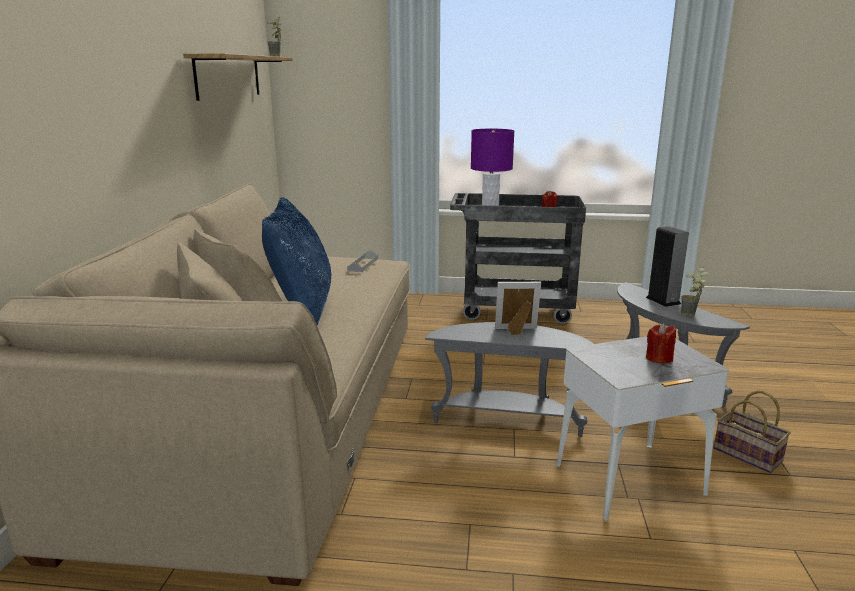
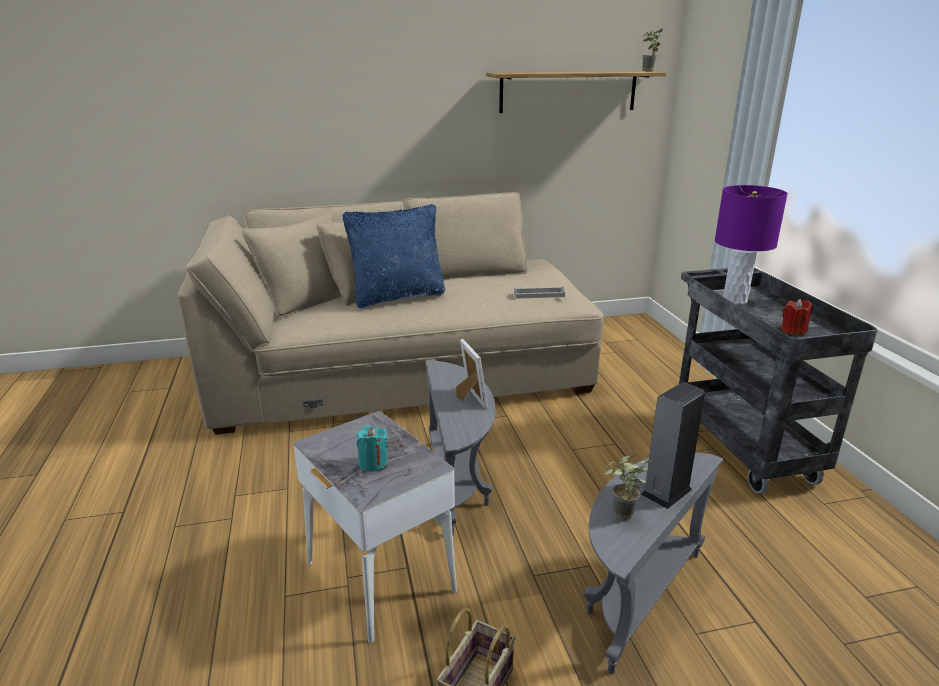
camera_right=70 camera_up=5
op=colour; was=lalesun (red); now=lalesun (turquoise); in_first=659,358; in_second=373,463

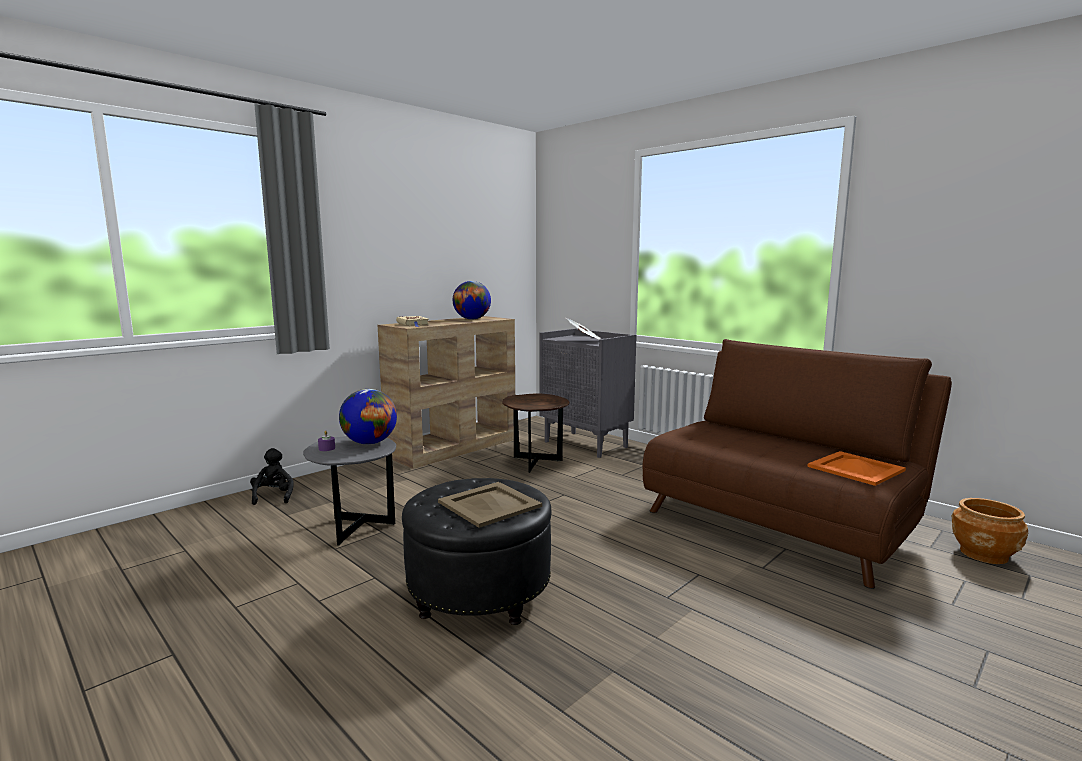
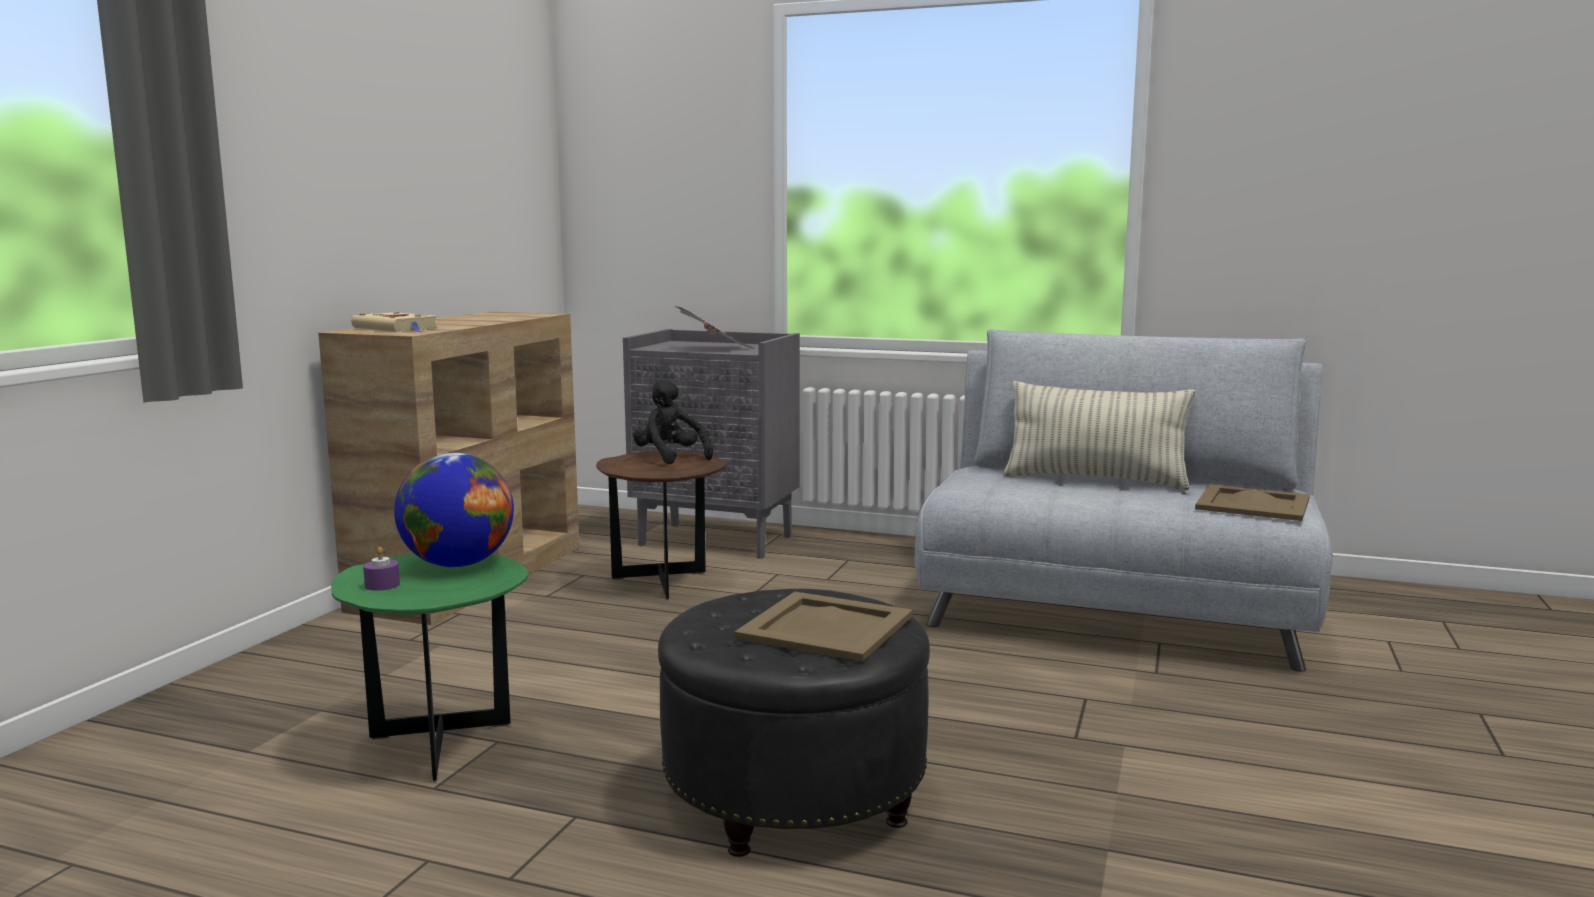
camera_right=-25 camera_up=0
op=relocated; was=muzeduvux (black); in_first=273,496; in_second=670,458
op=colour; was=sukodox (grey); now=sukodox (green); in_first=356,530; in_second=441,749
op=missing; was=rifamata; in_first=472,319
op=colour; was=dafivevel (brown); now=dafivevel (grey); in_first=779,520; in_second=1115,606
op=colour; was=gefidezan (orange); now=gefidezan (beige); in_first=855,468; in_second=1252,503
op=missing; was=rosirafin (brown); in_first=984,554
op=appeared; now=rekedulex; in_second=1095,481

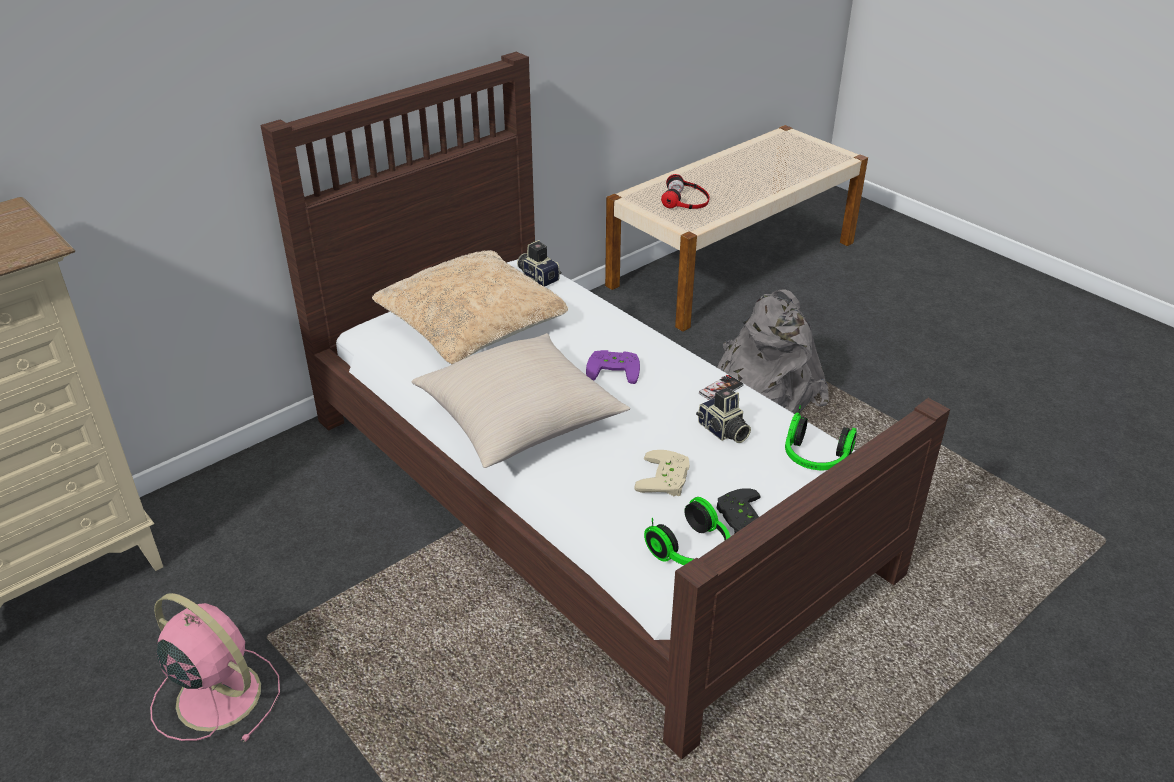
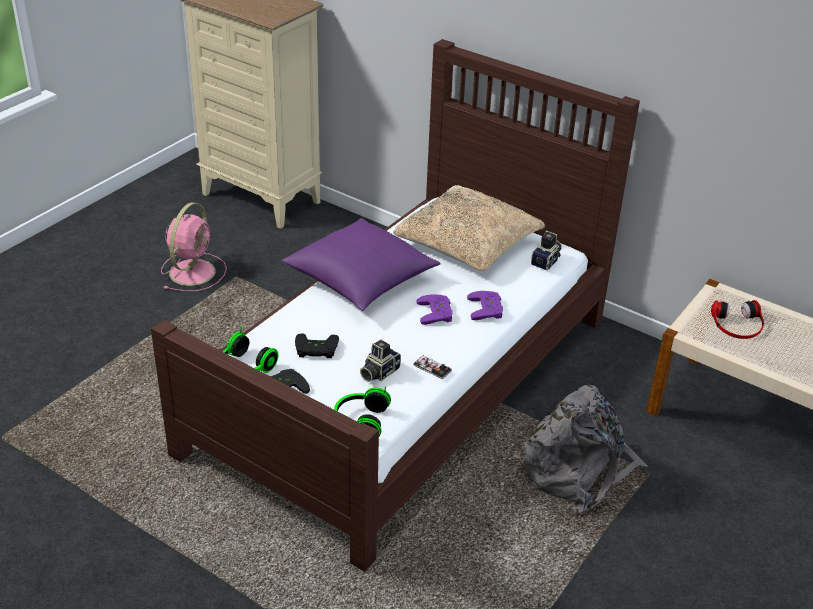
camera_right=75 camera_up=0
op=colour; was=rekedulex (beige); now=rekedulex (purple); in_first=519,419; in_second=361,279
op=colour; was=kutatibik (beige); now=kutatibik (black); in_first=667,479; in_second=316,350
op=appeared; now=kutatibik (purple); in_second=488,309

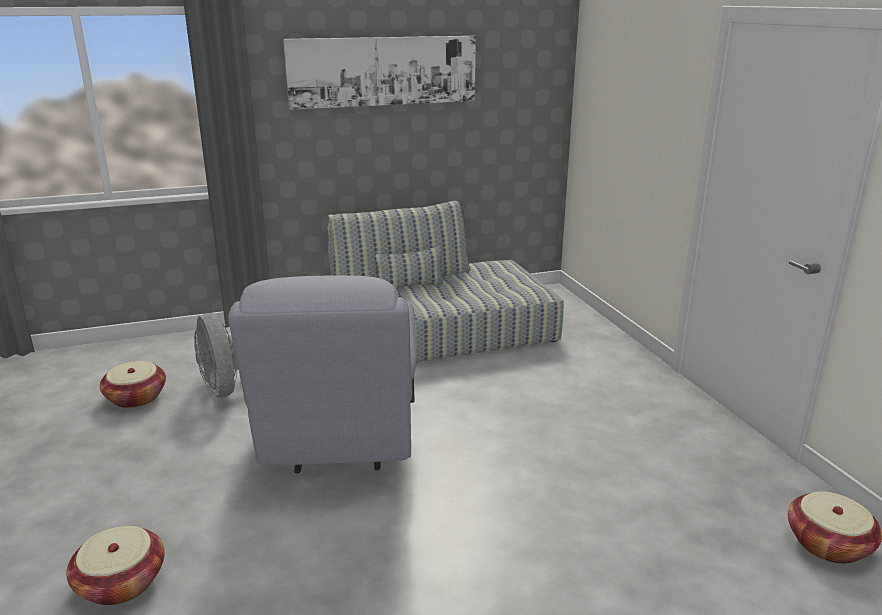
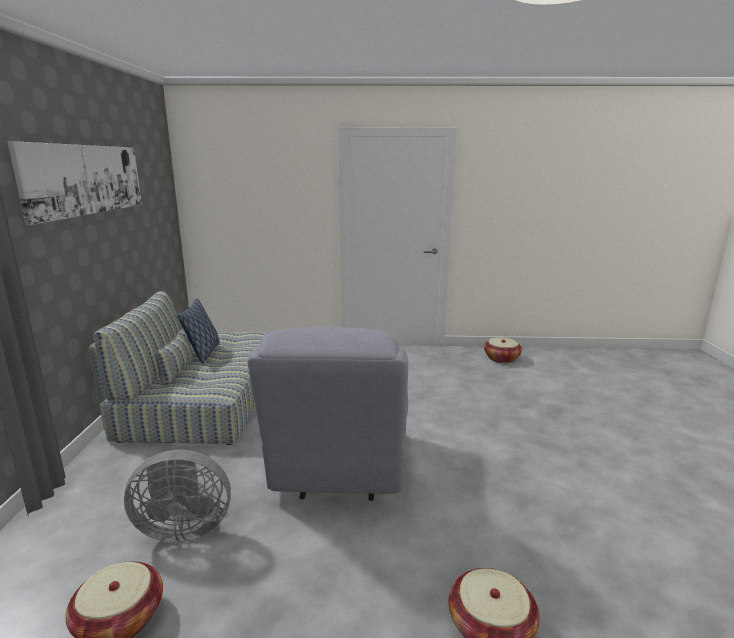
camera_right=-70 camera_up=-5
op=spun; was=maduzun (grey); in_first=339,442; in_second=338,471; clockwise=75
op=appeared; now=rekedulex; in_second=203,354

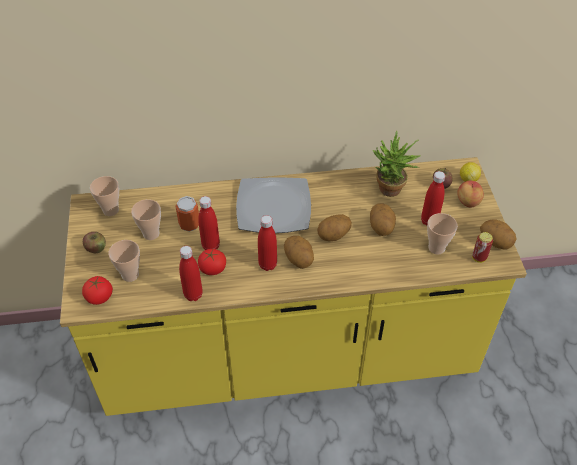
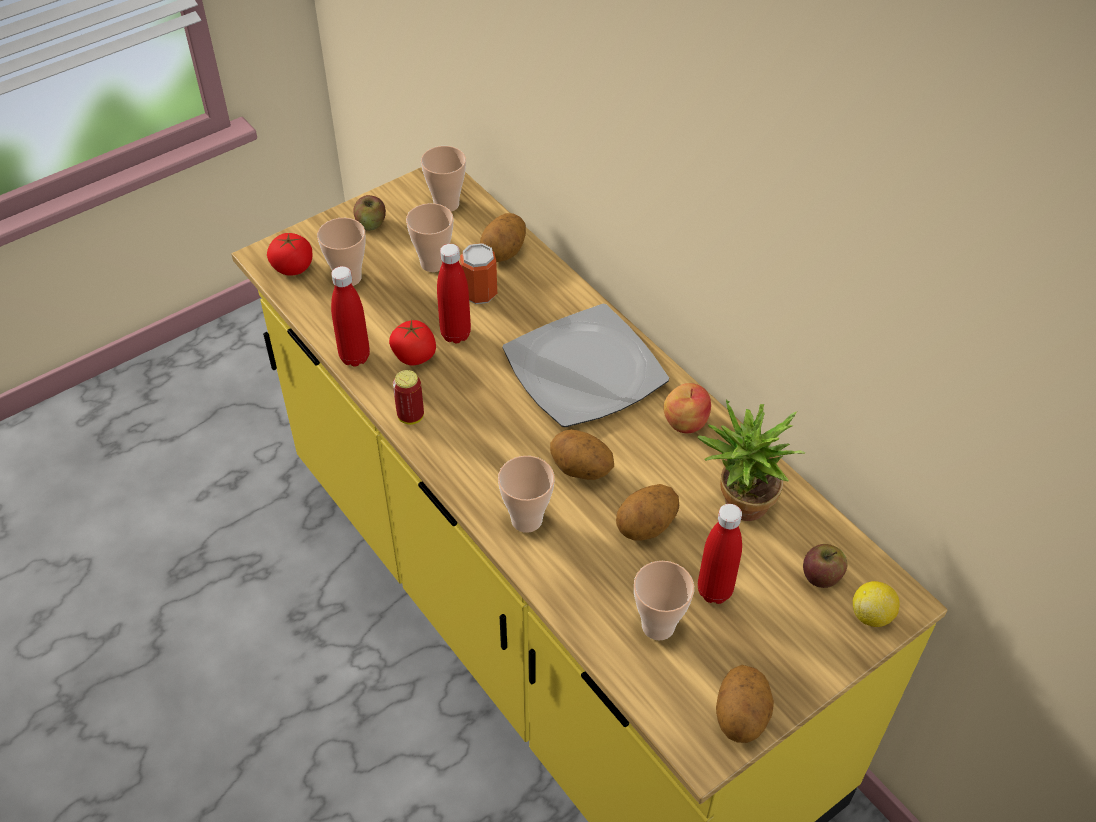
camera_right=60 camera_up=0
op=missing; was=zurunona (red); in_first=267,265
op=relocated; was=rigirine; in_first=299,259; in_second=504,253
op=relocated; was=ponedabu; in_first=467,202; in_second=685,422
op=relocated; was=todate; in_first=479,258; in_second=410,416
op=appeared; now=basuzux; in_second=526,520

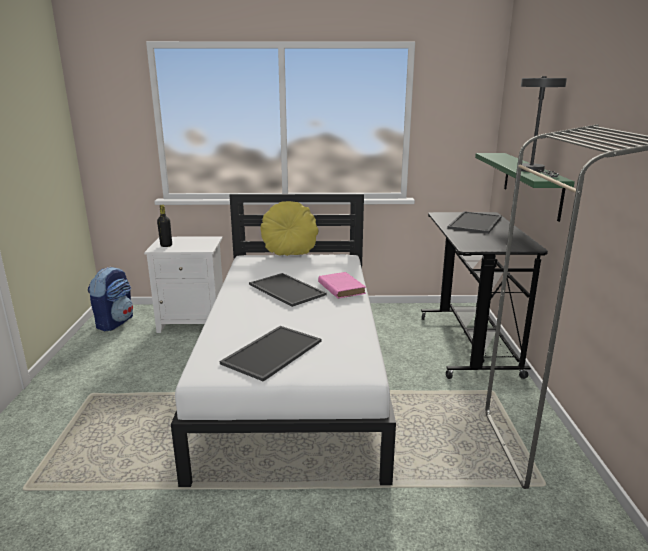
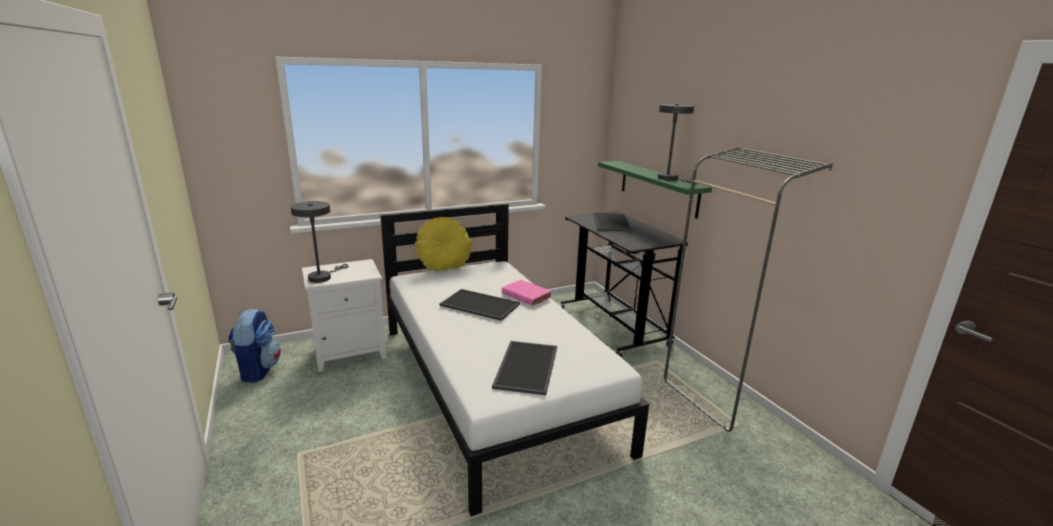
camera_right=-25 camera_up=0
op=exchanged; was=zurunona (black); now=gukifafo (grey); in_first=166,245; in_second=322,277

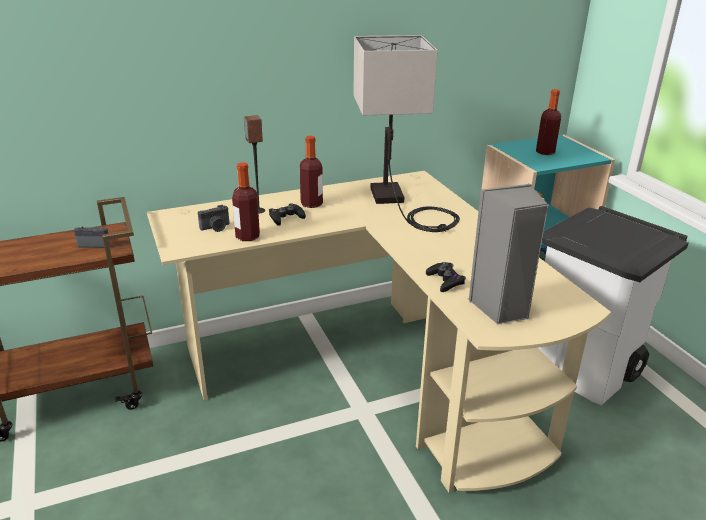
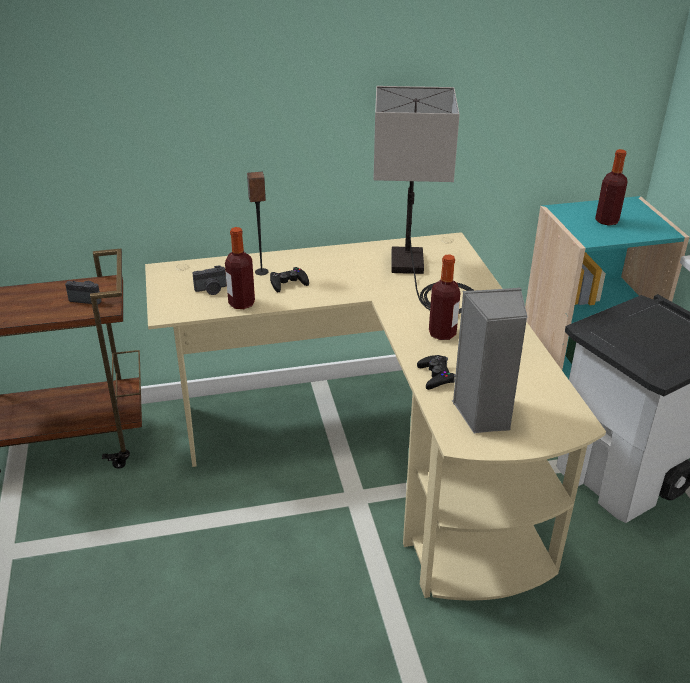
camera_right=10 camera_up=5
op=relocated; was=zurunona; in_first=311,204; in_second=442,333

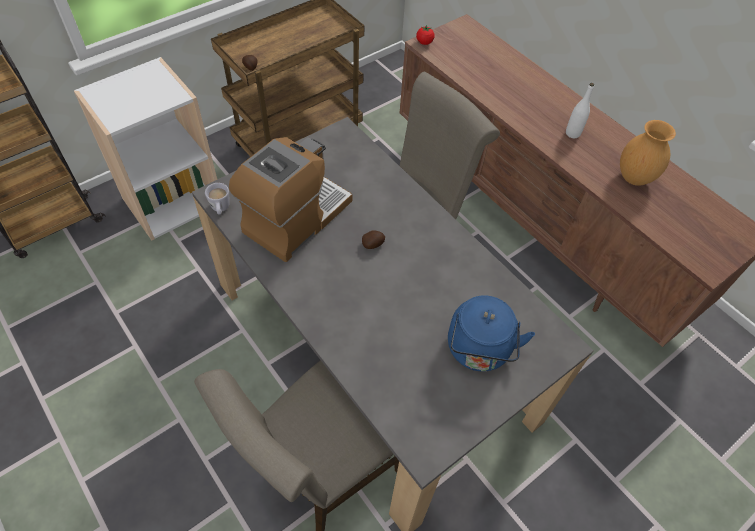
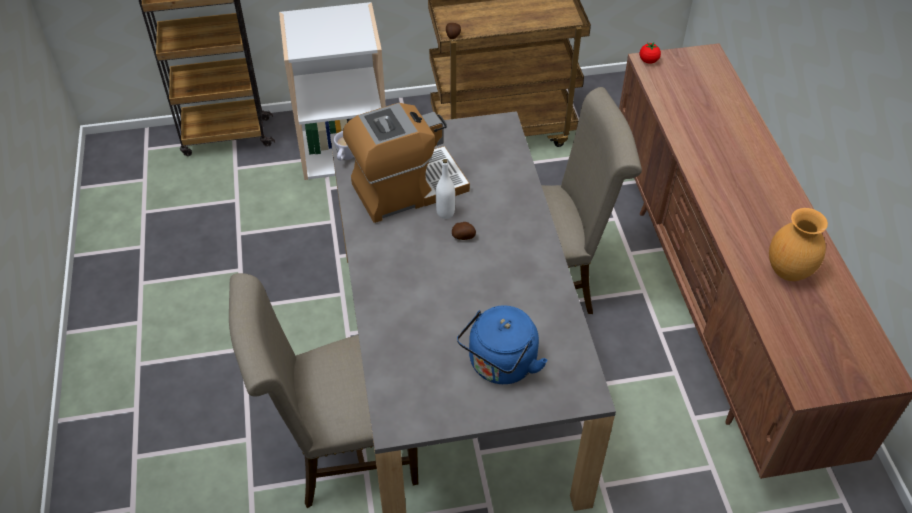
camera_right=30 camera_up=-5
op=relocated; was=zurunona (white); in_first=572,133; in_second=445,212

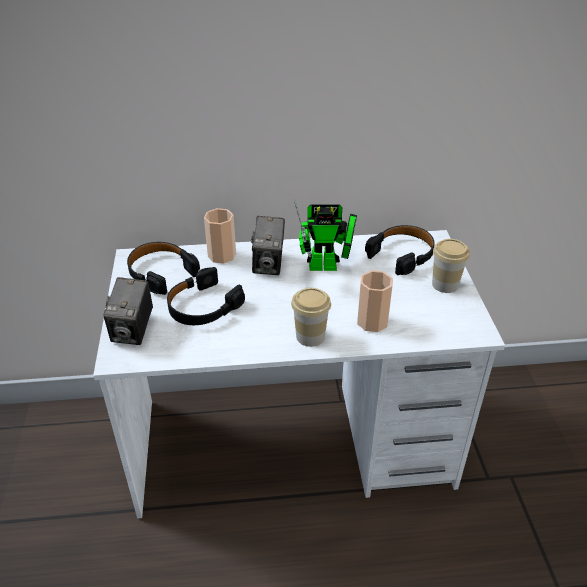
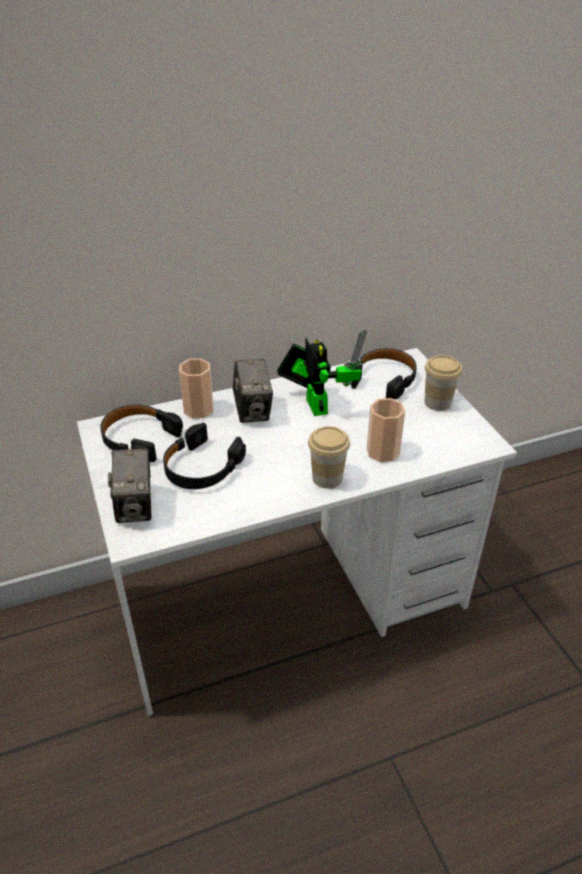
camera_right=-15 camera_up=0
op=spun; was=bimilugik; in_first=328,266; in_second=315,403; clockwise=-90

